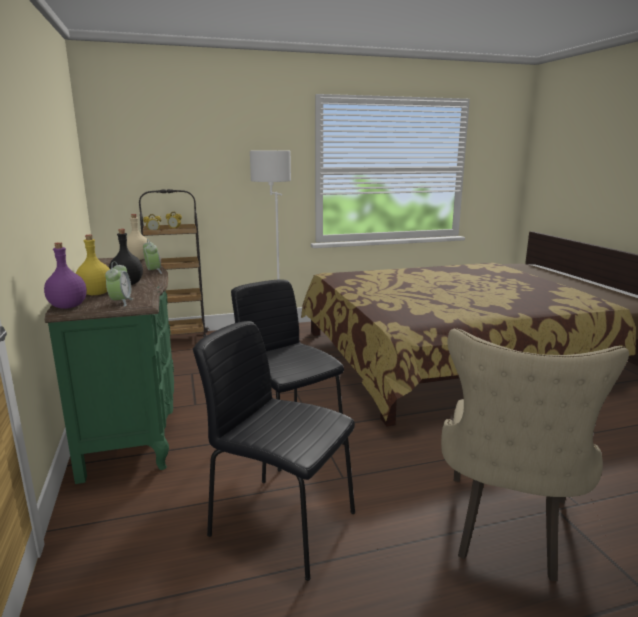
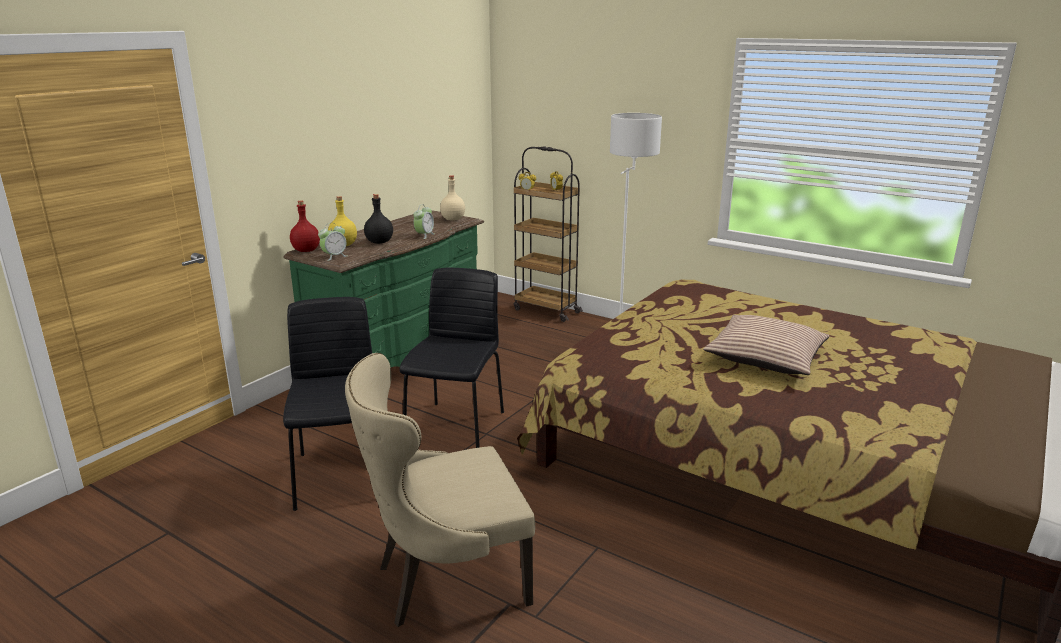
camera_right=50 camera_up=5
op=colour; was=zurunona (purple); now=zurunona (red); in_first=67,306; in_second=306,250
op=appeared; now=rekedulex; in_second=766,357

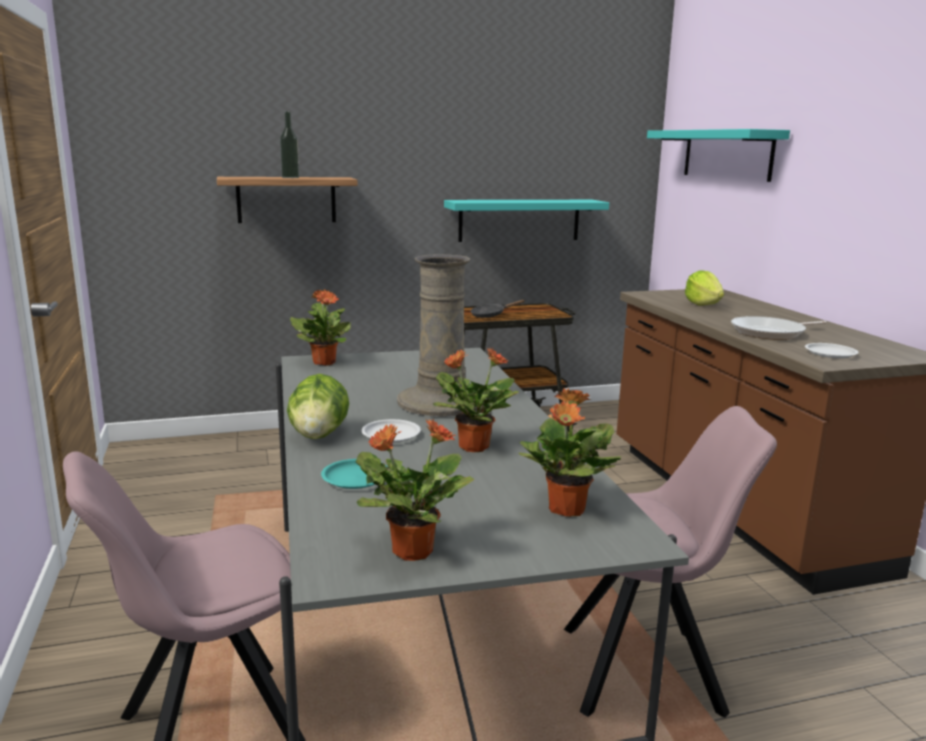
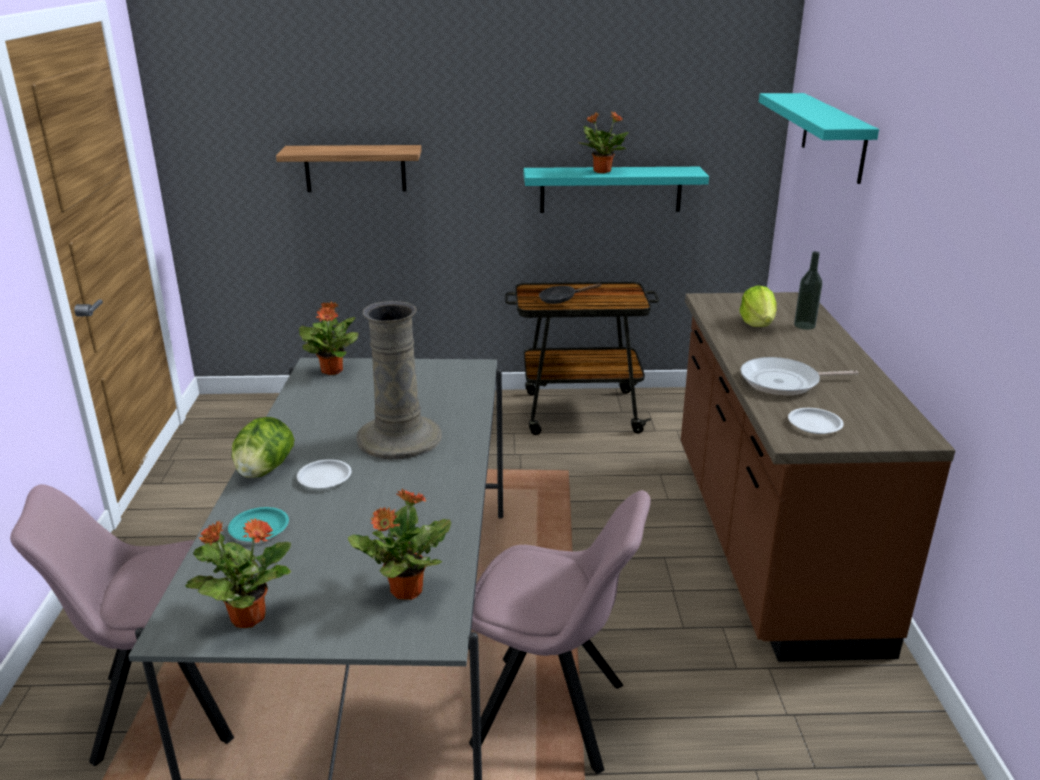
camera_right=15 camera_up=10
op=relocated; was=zurunona; in_first=290,177; in_second=804,325
op=relocated; was=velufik; in_first=472,446; in_second=601,171

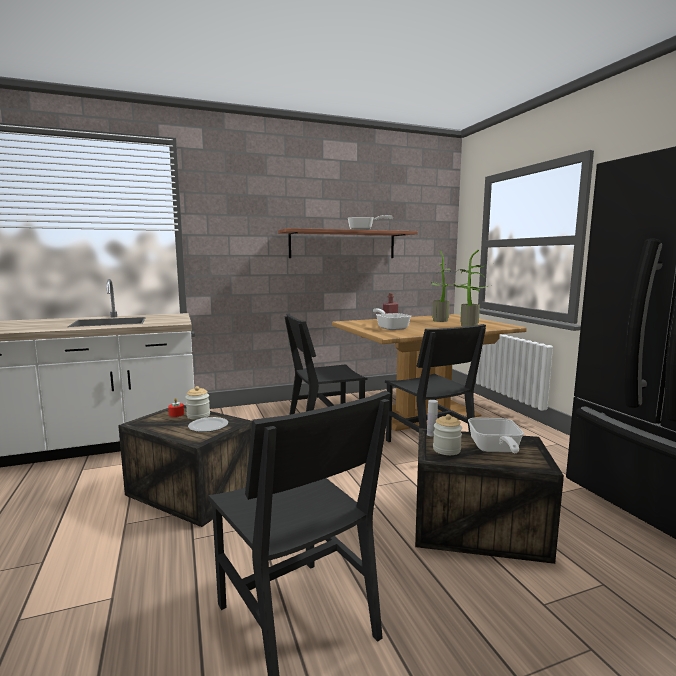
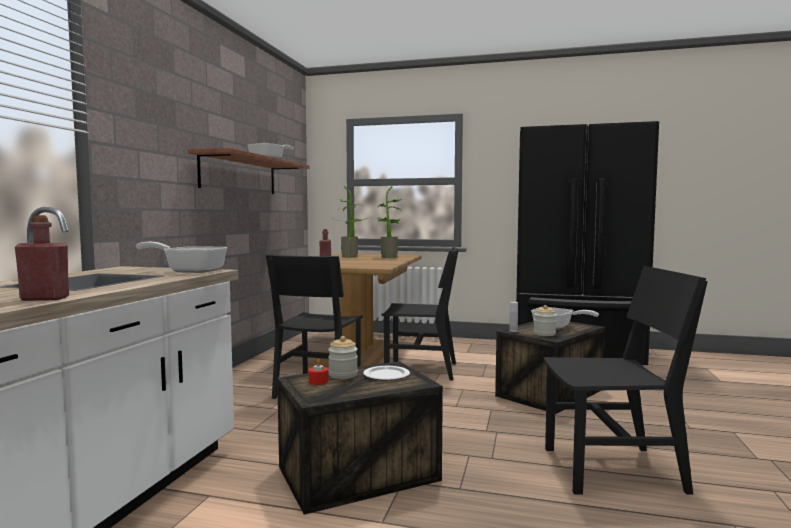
camera_right=-55 camera_up=-5
op=relocated; was=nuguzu; in_first=391,328; in_second=190,271
op=appeared; now=zurunona (red); in_second=45,299

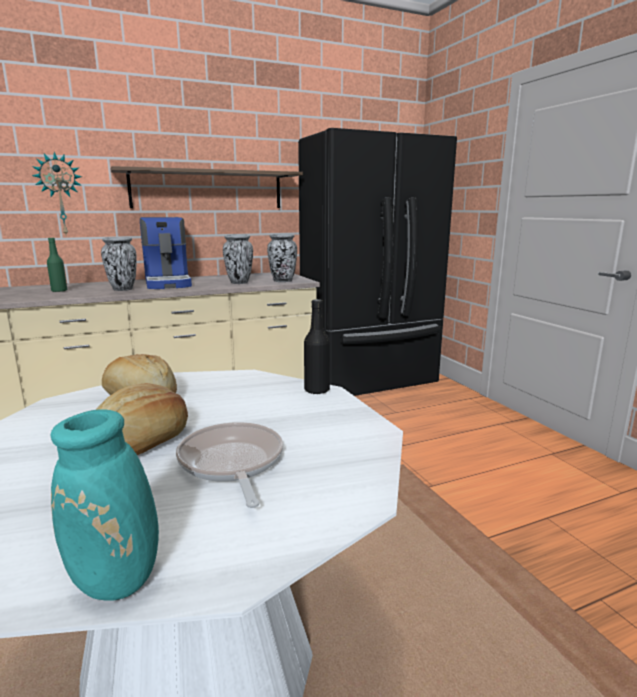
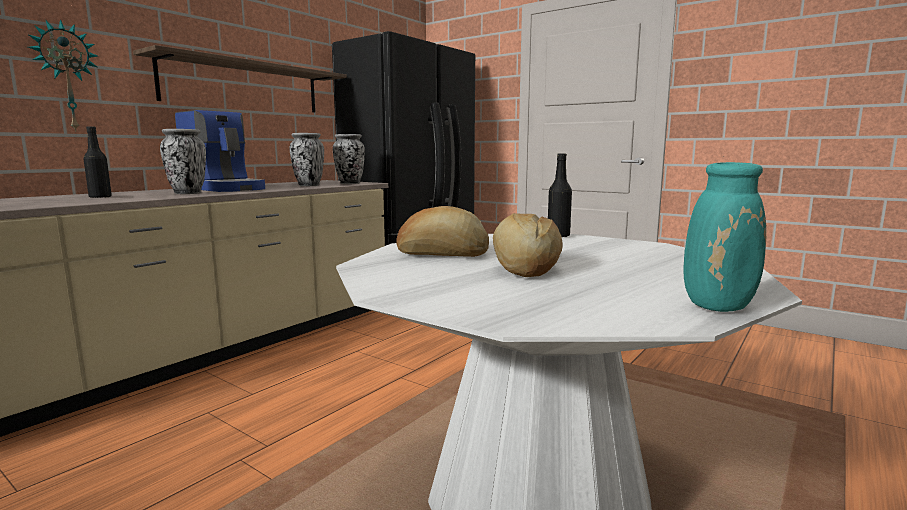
camera_right=-30 camera_up=-5
op=colour; was=zurunona (green); now=zurunona (black); in_first=59,291; in_second=100,197
op=missing; was=nuguzu; in_first=232,463

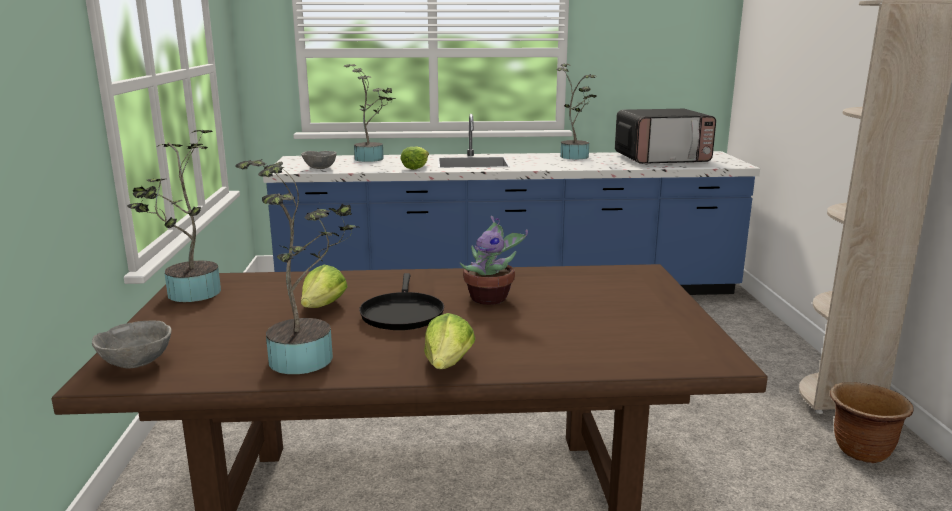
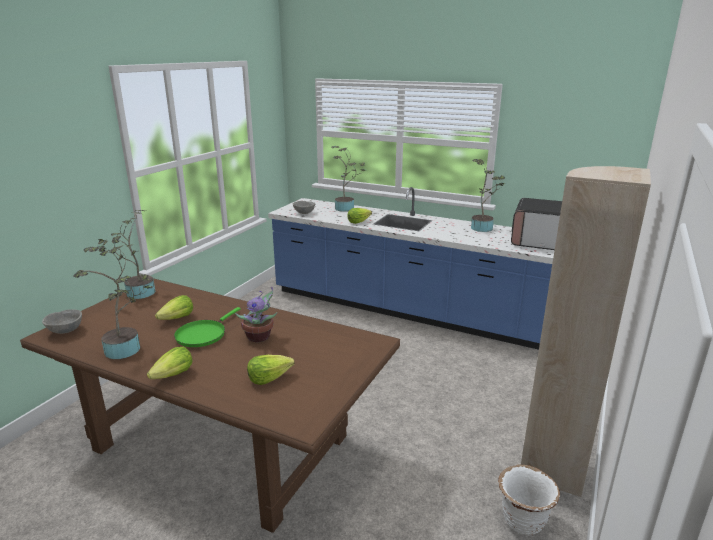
camera_right=30 camera_up=5
op=colour; was=nuguzu (black); now=nuguzu (green); in_first=402,314; in_second=203,334
op=colour; was=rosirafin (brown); now=rosirafin (white); in_first=861,451; in_second=522,521
op=appeared; now=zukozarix; in_second=269,378

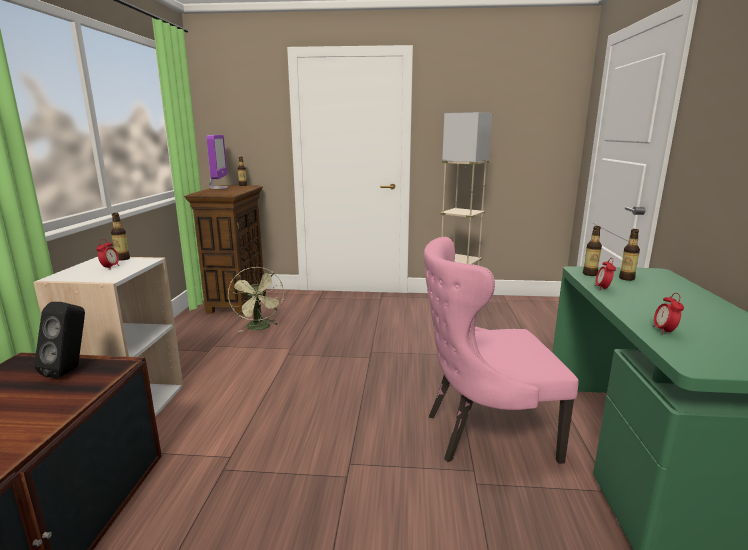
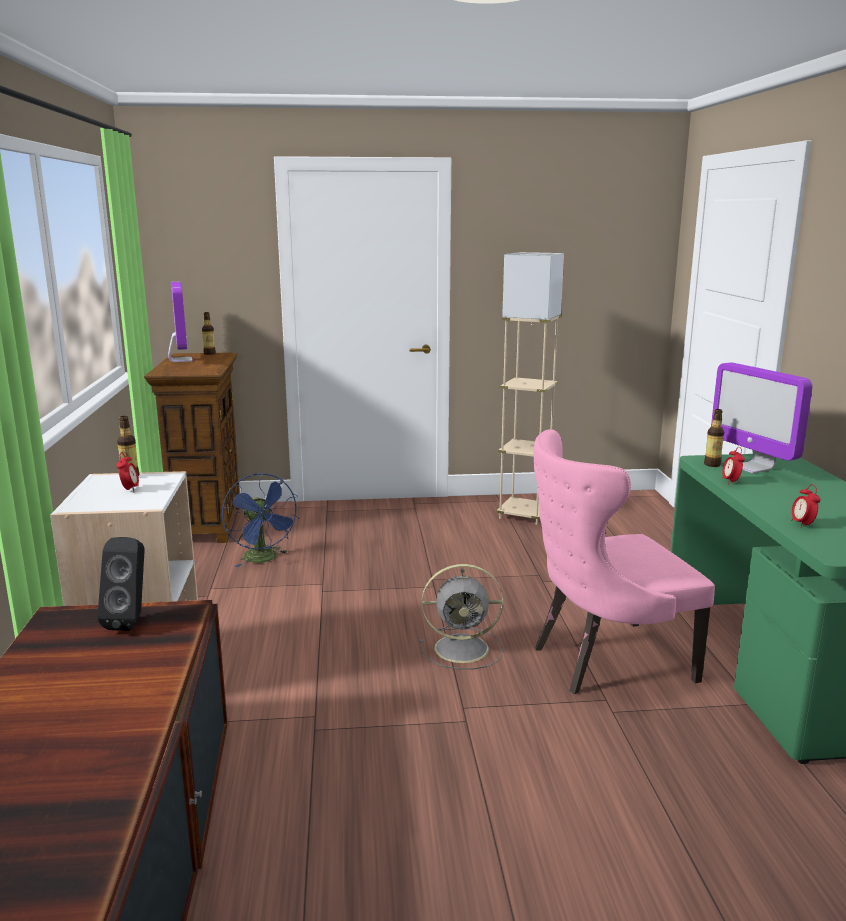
camera_right=-10 camera_up=0
op=colour; was=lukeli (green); now=lukeli (blue); in_first=260,328; in_second=264,559
op=exchanged; was=zurunona; now=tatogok; in_first=626,278; in_second=752,468
op=appeared; now=lukeli (grey); in_second=464,648

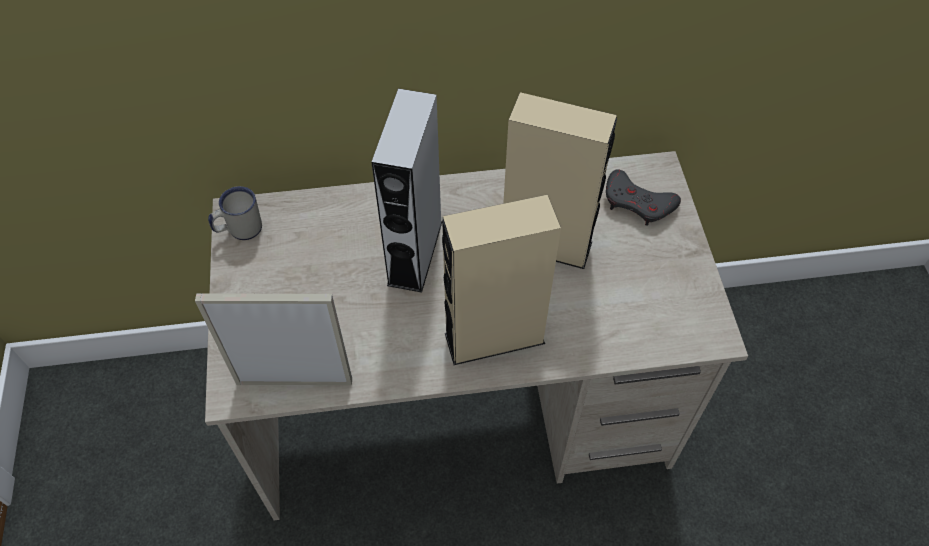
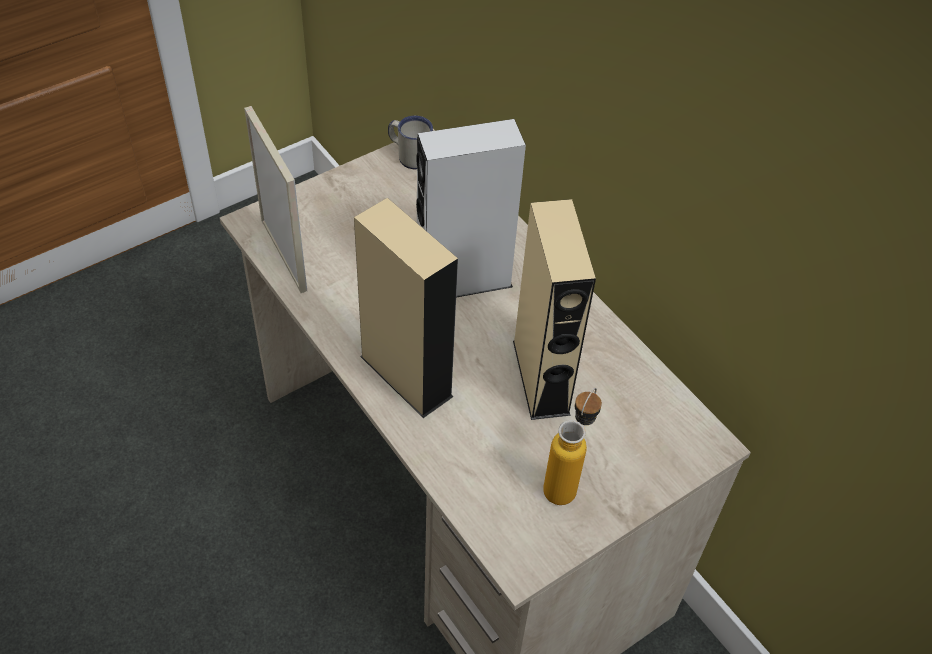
camera_right=60 camera_up=-5
op=missing; was=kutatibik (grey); in_first=638,202
op=appeared; now=zurunona; in_second=566,481

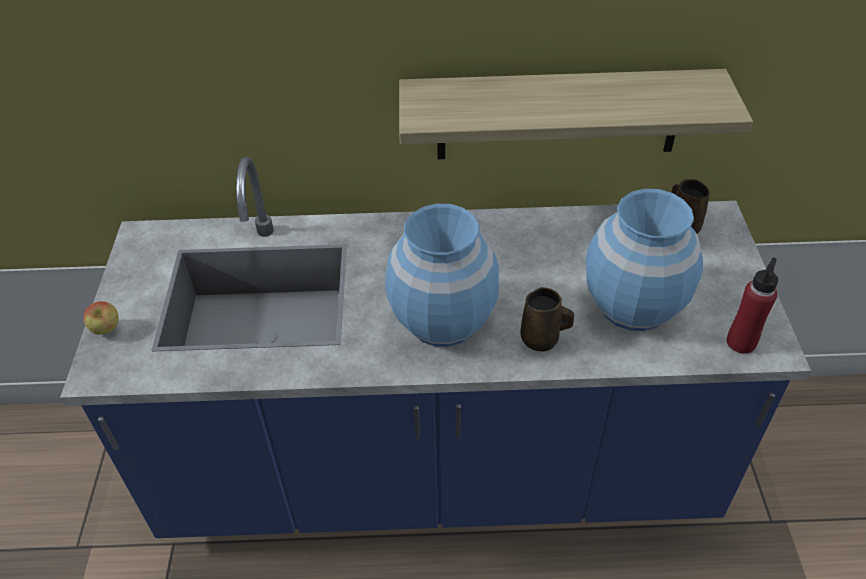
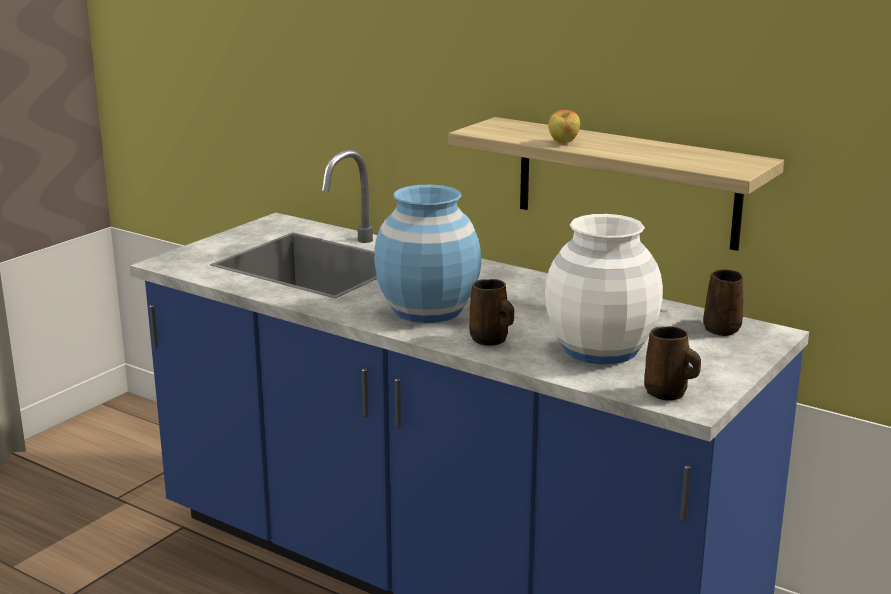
camera_right=35 camera_up=-25
op=relocated; was=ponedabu; in_first=107,330; in_second=563,143
op=colour; was=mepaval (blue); now=mepaval (white); in_first=634,305; in_second=601,349
op=exchanged; was=zurunona (red); now=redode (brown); in_first=741,342; in_second=668,394

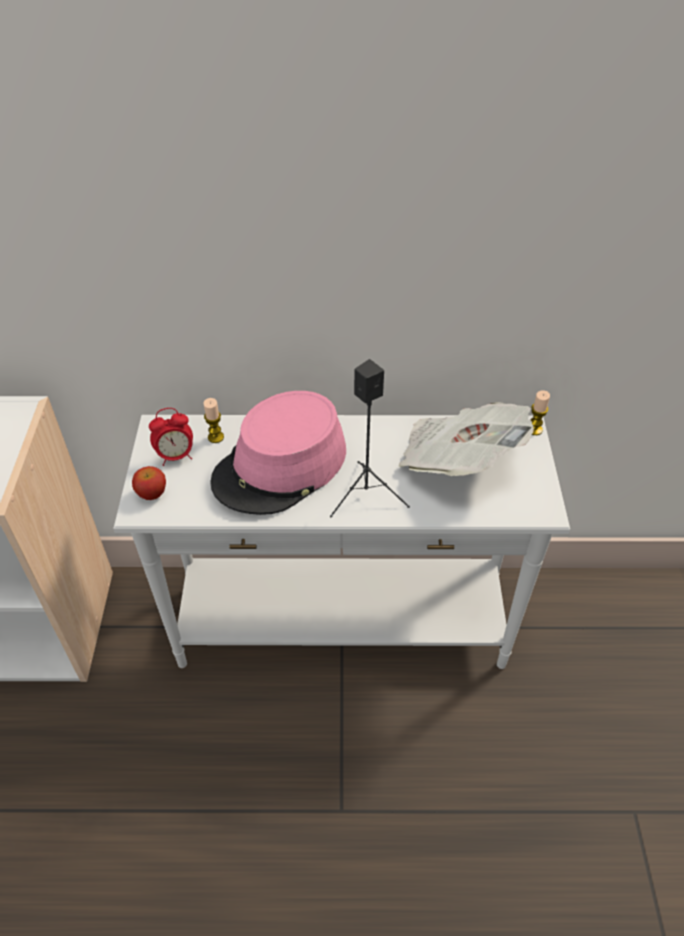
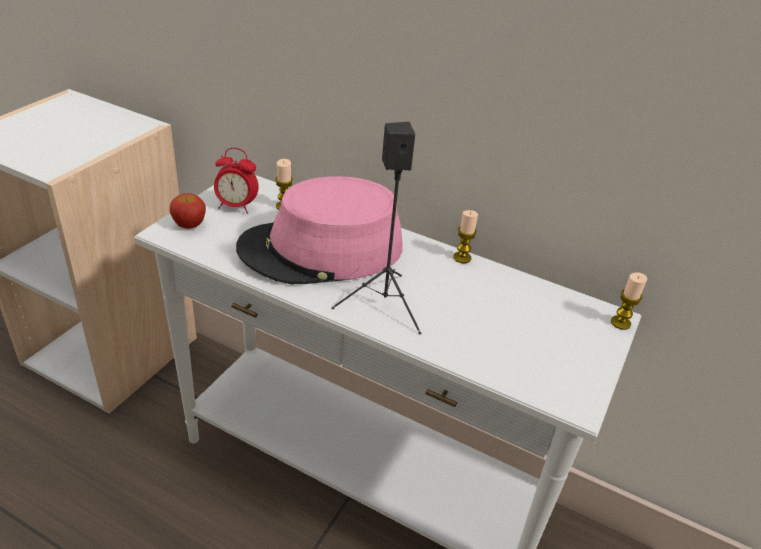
camera_right=25 camera_up=-10
op=missing; was=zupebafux; in_first=458,460
op=appeared; now=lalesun; in_second=462,258

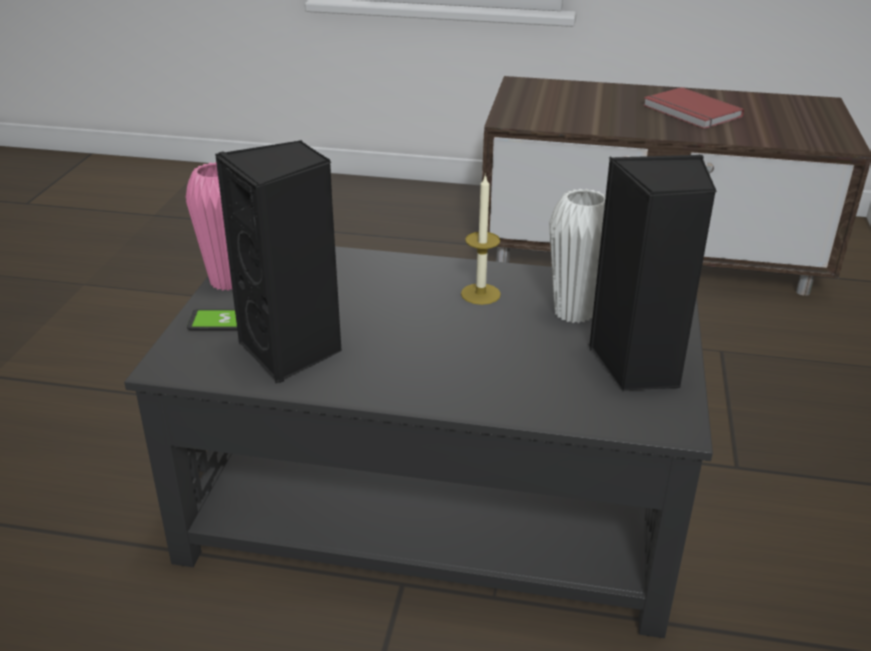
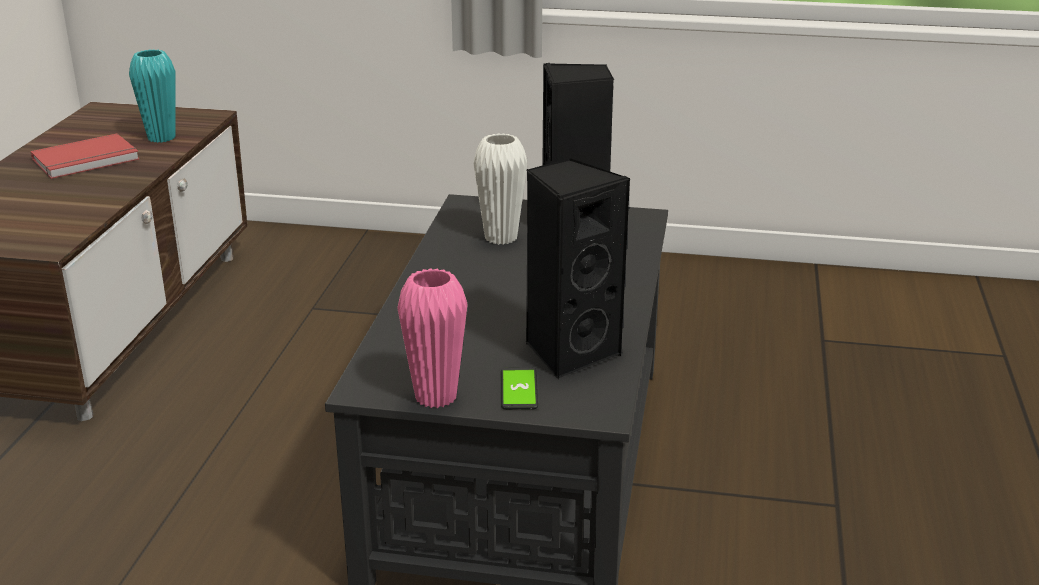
camera_right=-90 camera_up=-5
op=missing; was=lalesun; in_first=480,294
op=appeared; now=mepaval (turquoise); in_second=161,138

